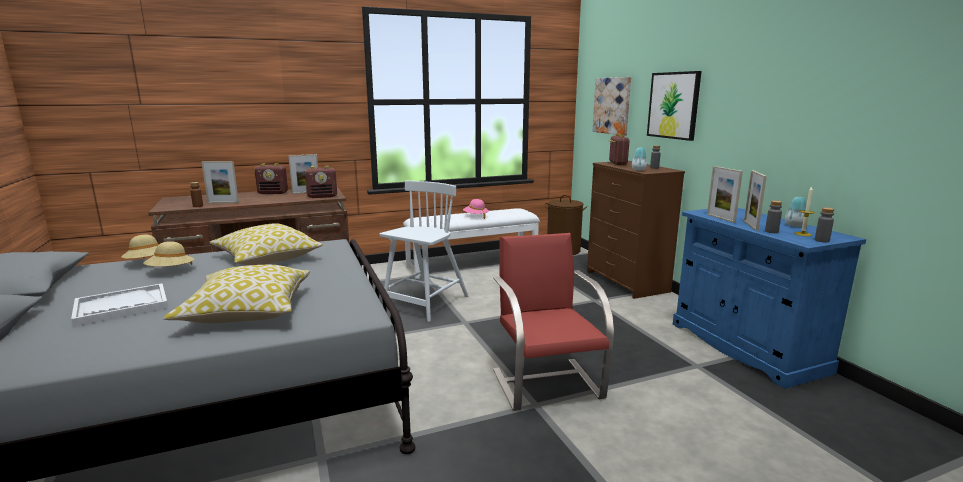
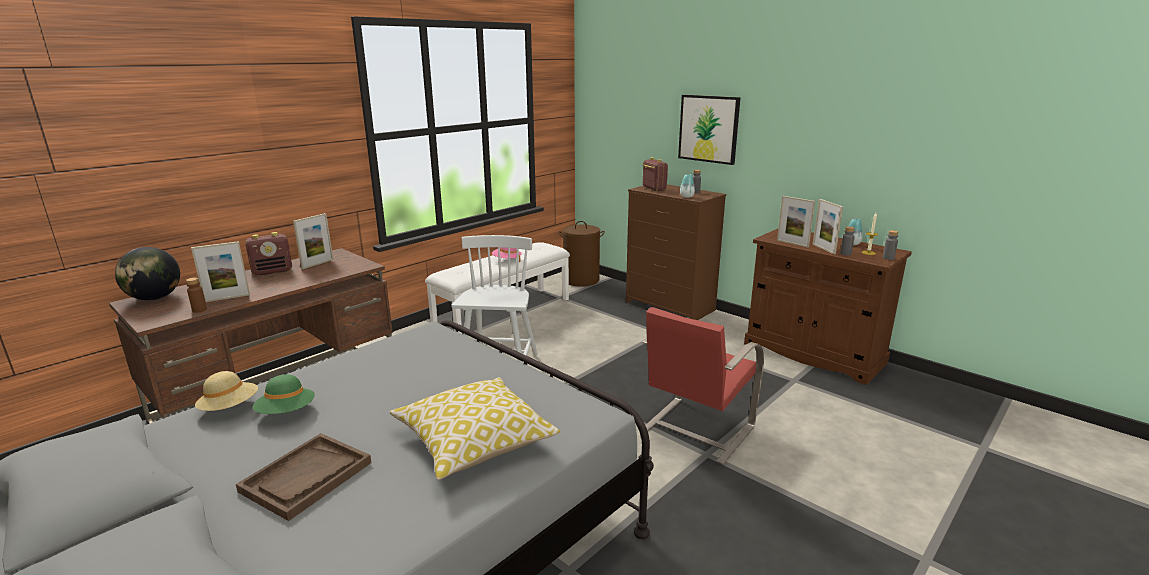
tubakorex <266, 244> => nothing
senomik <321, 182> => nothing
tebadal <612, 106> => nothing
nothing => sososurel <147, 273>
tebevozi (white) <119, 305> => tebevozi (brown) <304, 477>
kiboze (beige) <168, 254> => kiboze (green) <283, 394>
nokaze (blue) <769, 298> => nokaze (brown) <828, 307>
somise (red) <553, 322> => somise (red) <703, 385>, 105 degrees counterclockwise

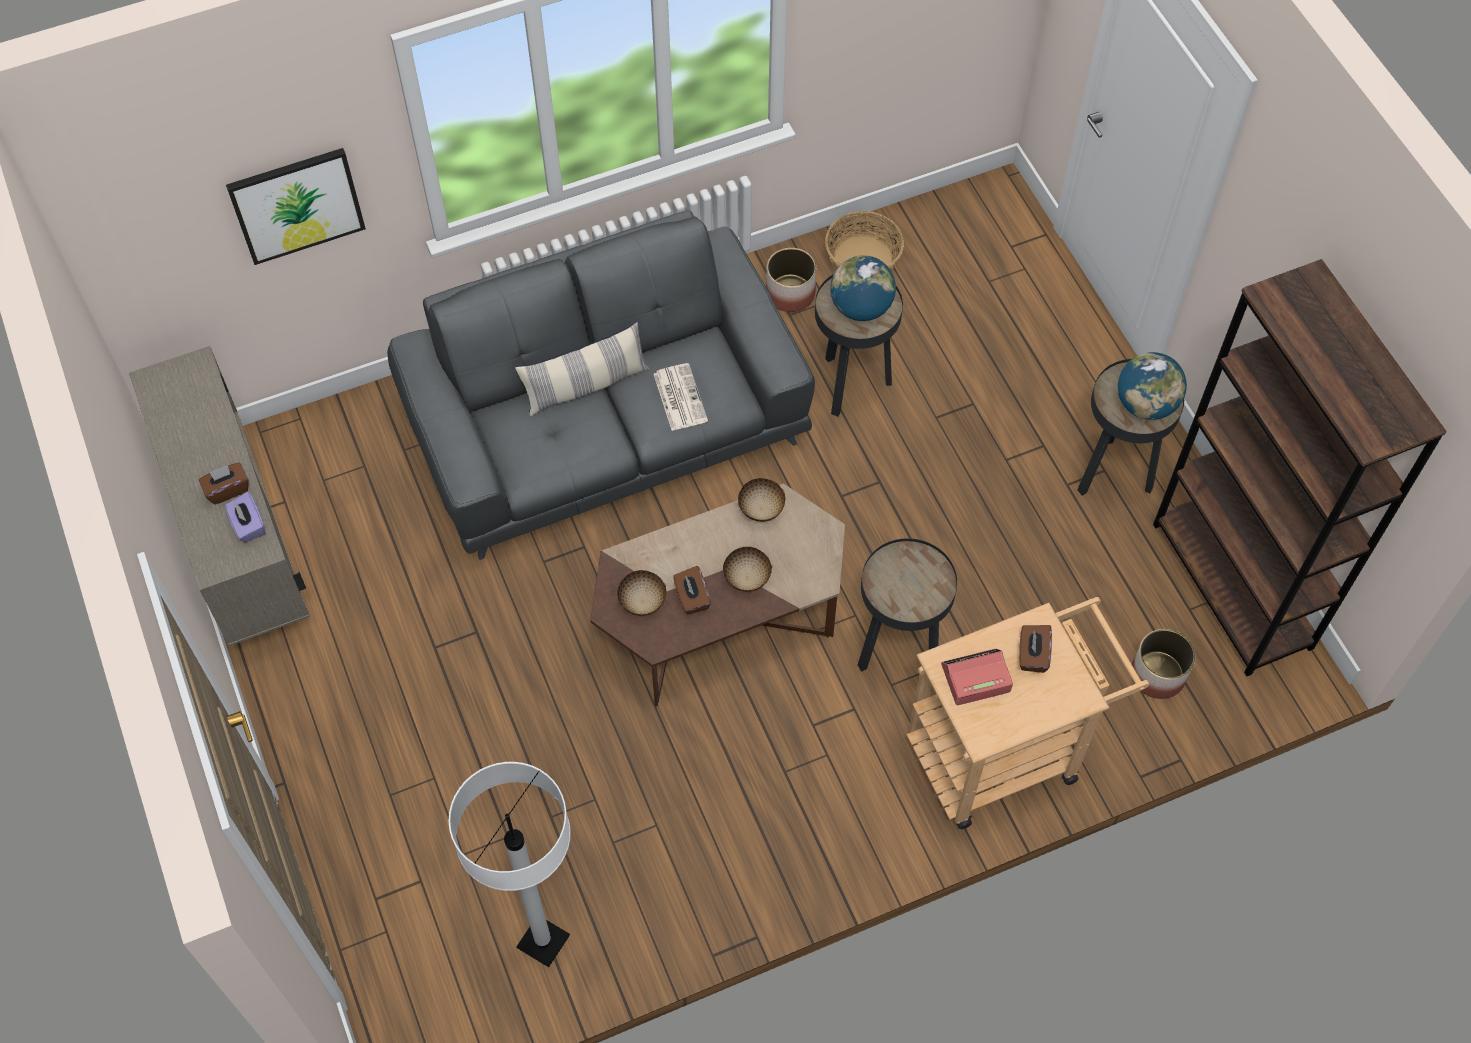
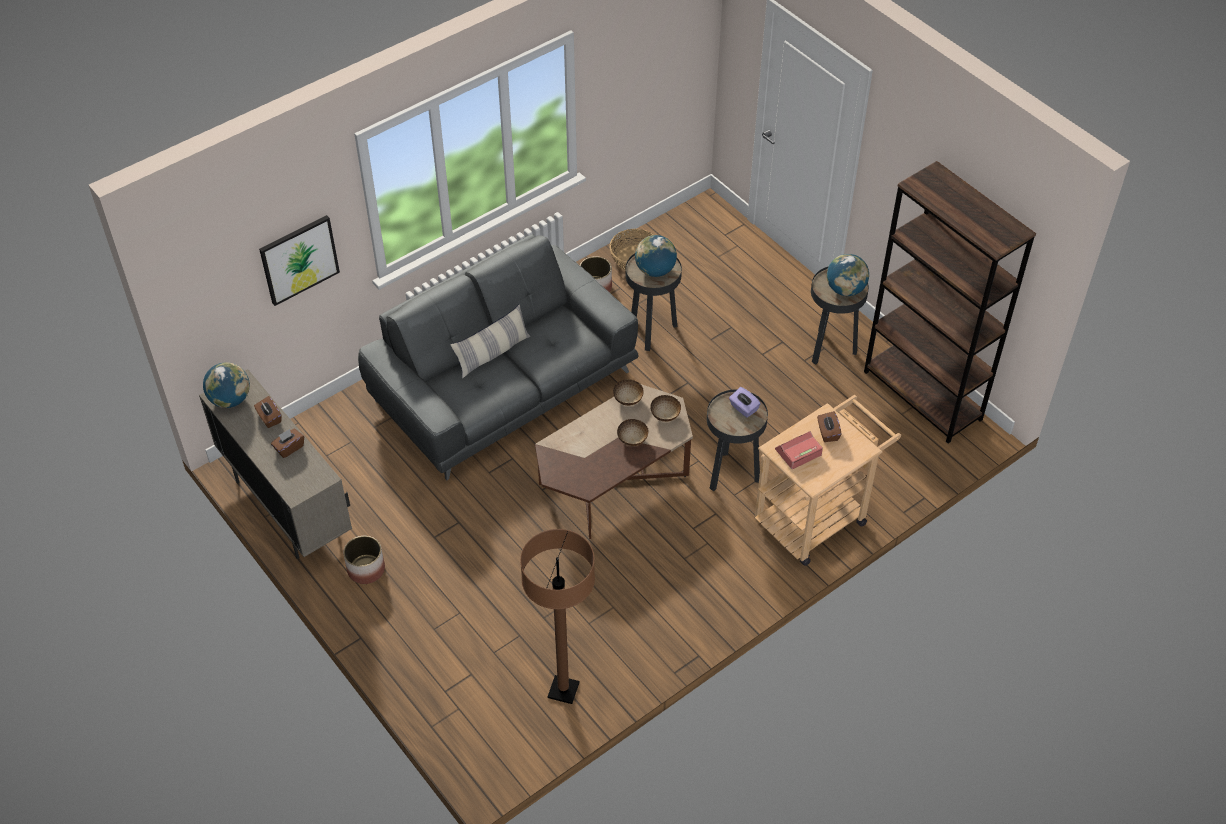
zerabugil <681, 397> => nothing
nothing => sososurel <226, 385>
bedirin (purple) <245, 517> => bedirin (purple) <745, 402>, moved
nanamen <641, 593> => nanamen <666, 408>, moved
bedirin (brown) <692, 590> => bedirin (brown) <268, 412>, moved
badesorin <1163, 664> => badesorin <364, 560>, moved
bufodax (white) <509, 864> => bufodax (brown) <557, 616>

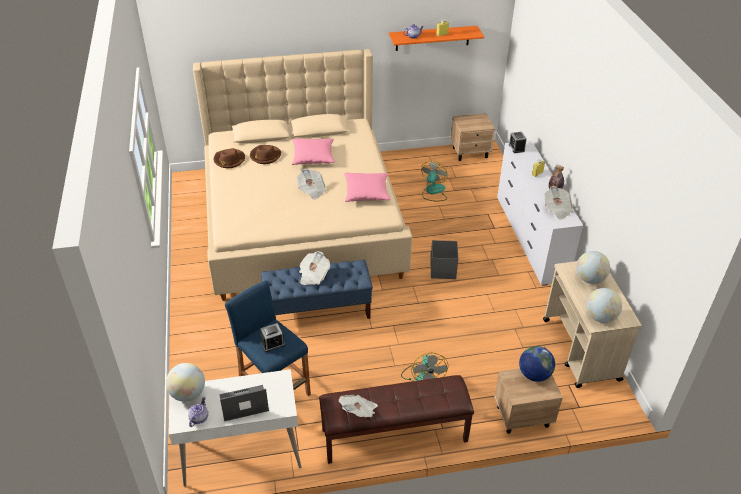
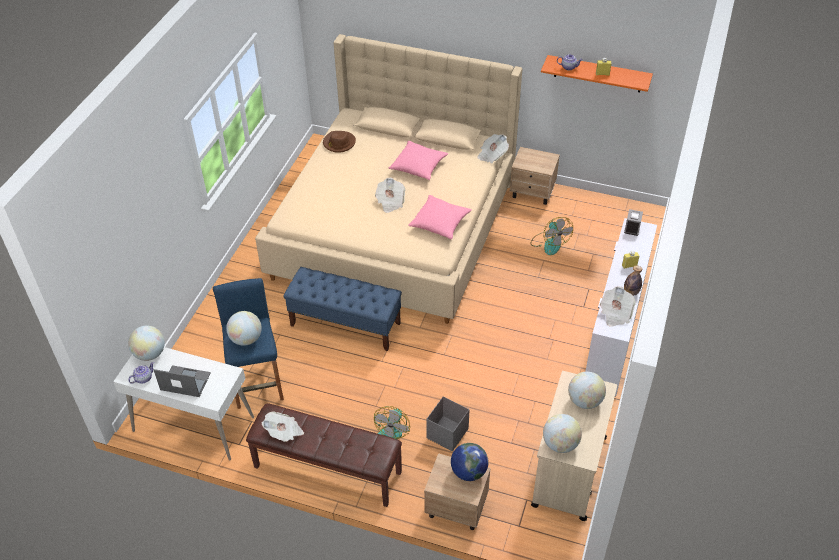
kiboze (brown) <265, 154> => nothing
zerabugil <314, 268> => zerabugil <493, 148>, moved
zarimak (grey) <444, 259> => zarimak (grey) <447, 424>, moved
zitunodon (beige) <473, 137> => zitunodon (beige) <535, 176>, moved
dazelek <272, 337> => sososurel <244, 328>
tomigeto <434, 181> => tomigeto <551, 236>, 105 degrees clockwise

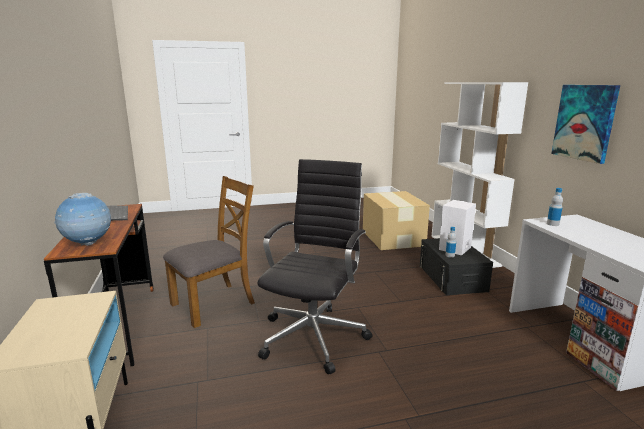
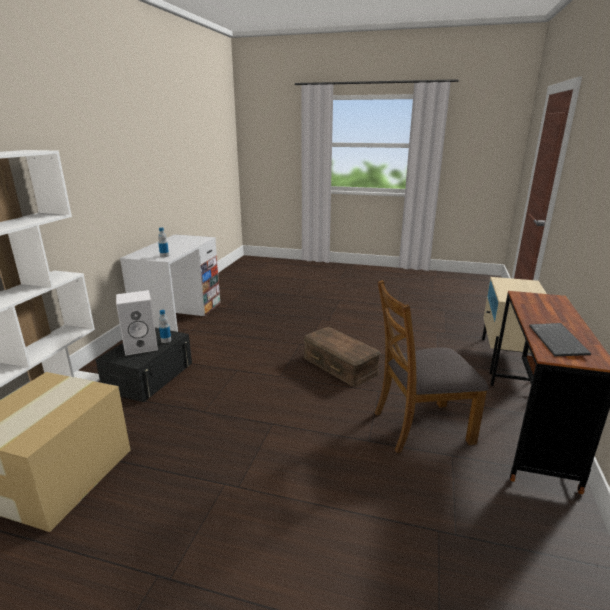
sososurel <82, 219> => nothing
tebadal <585, 124> => nothing
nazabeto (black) <315, 266> => zarimak (brown) <342, 357>

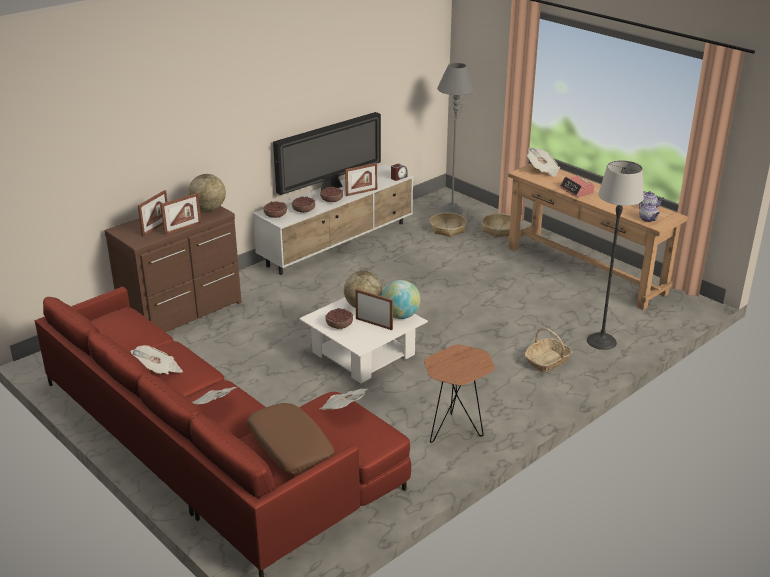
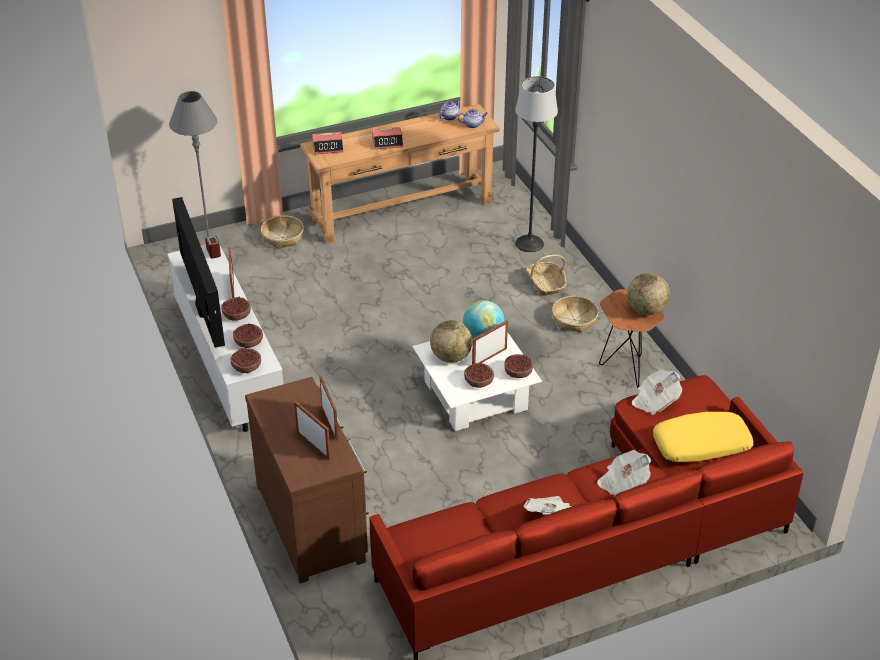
nothing => nanamen <518, 366>
sososurel <207, 192> => sososurel <648, 294>, moved
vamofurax <448, 225> => vamofurax <575, 314>, moved
zerabugil <543, 162> => dazelek <328, 143>
tubakorex (brown) <291, 439> => tubakorex (yellow) <703, 437>

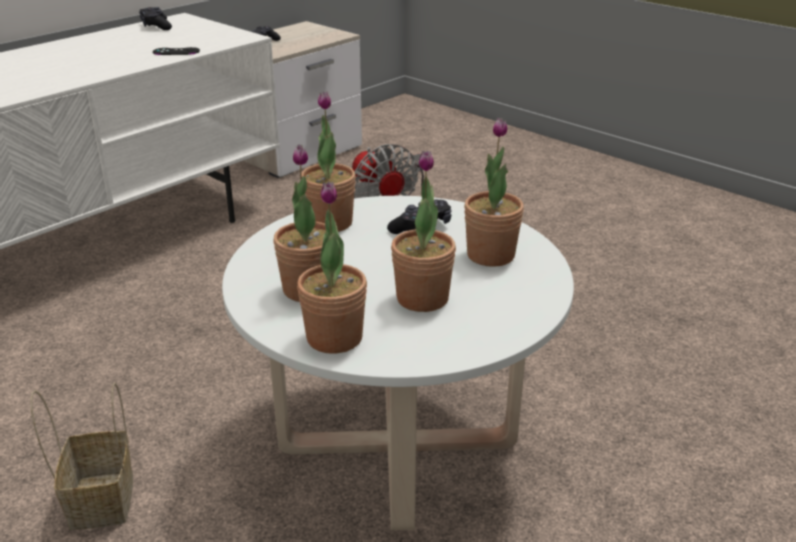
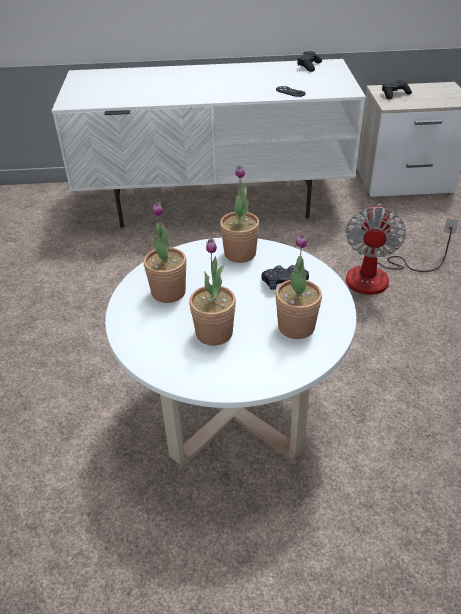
vamofurax <81, 456> => nothing
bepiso <332, 268> => nothing

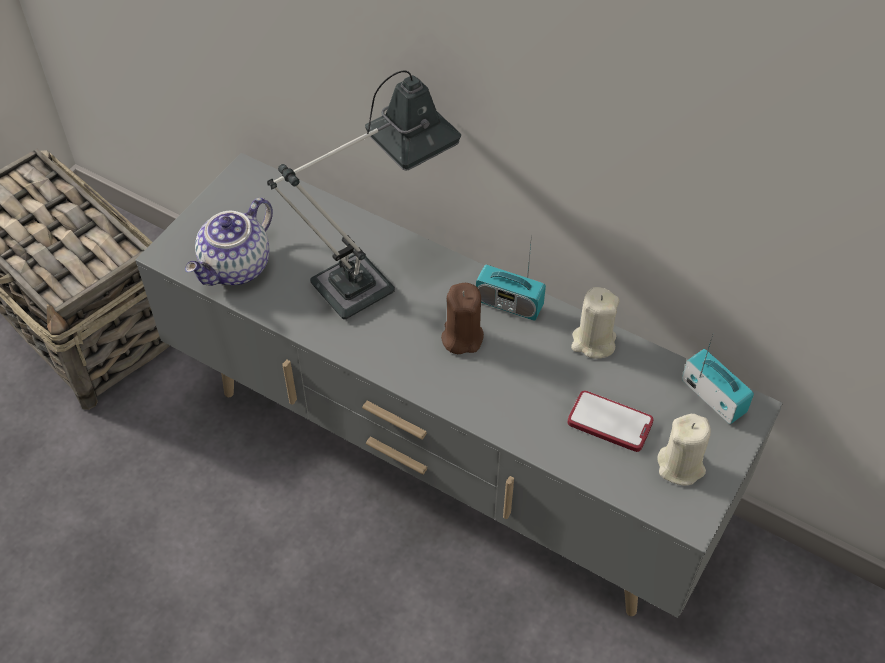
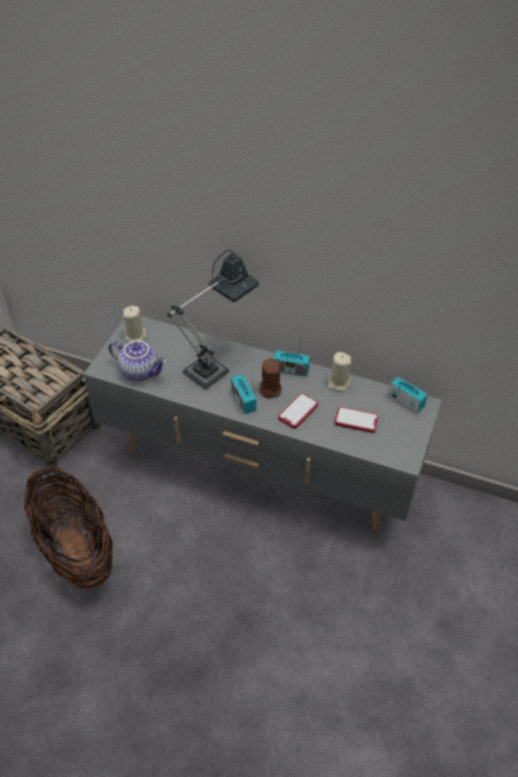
nothing => vamofurax <68, 528>
nothing => senomik <243, 390>
nothing => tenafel <298, 411>
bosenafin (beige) <684, 449> => bosenafin (beige) <135, 324>, moved
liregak <229, 242> => liregak <137, 361>, 90 degrees counterclockwise

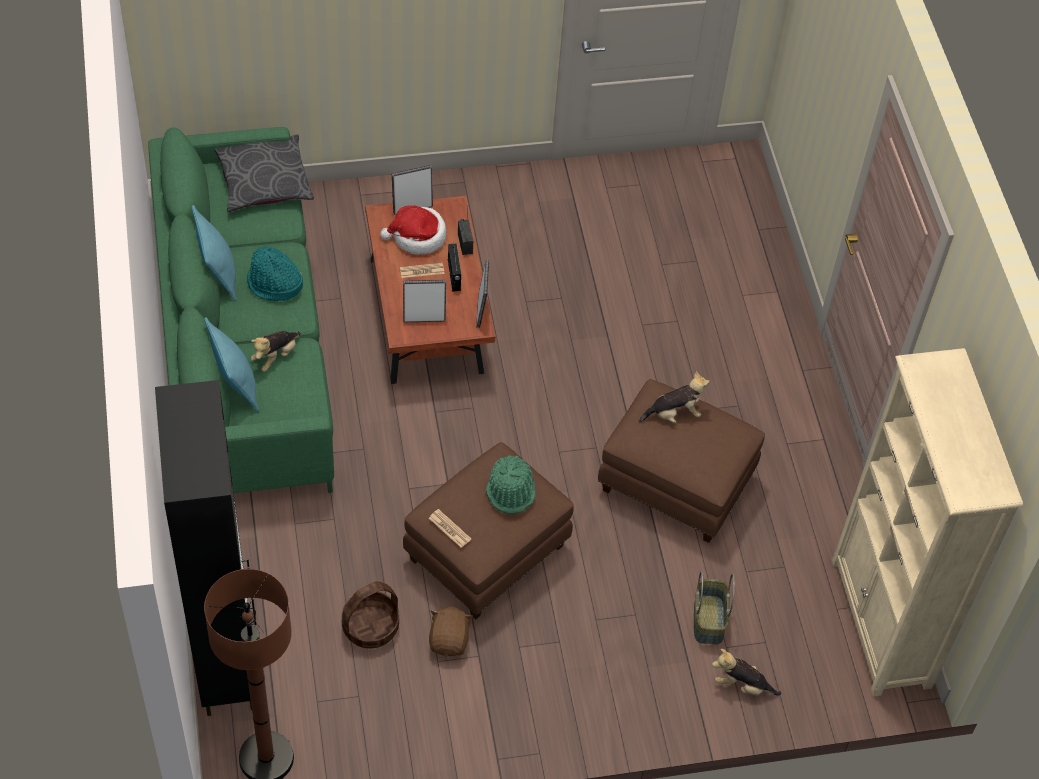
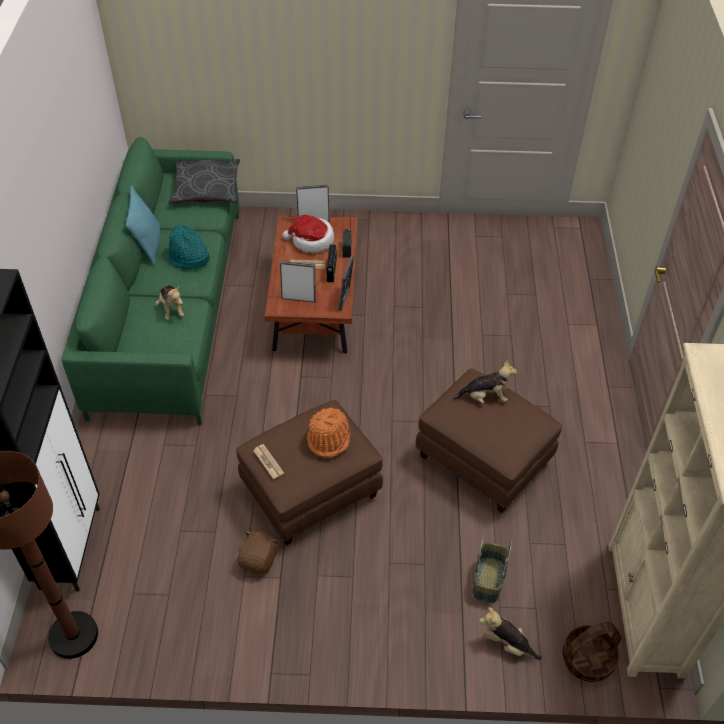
tubakorex (turquoise) <232, 364> => nothing
vamofurax <370, 615> => vamofurax <591, 651>, moved
kiboze (green) <511, 484> => kiboze (orange) <329, 432>
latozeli <276, 351> => latozeli <169, 302>, 75 degrees counterclockwise

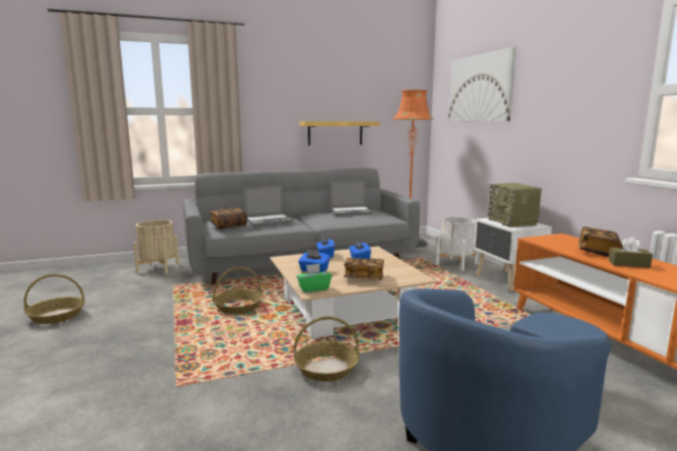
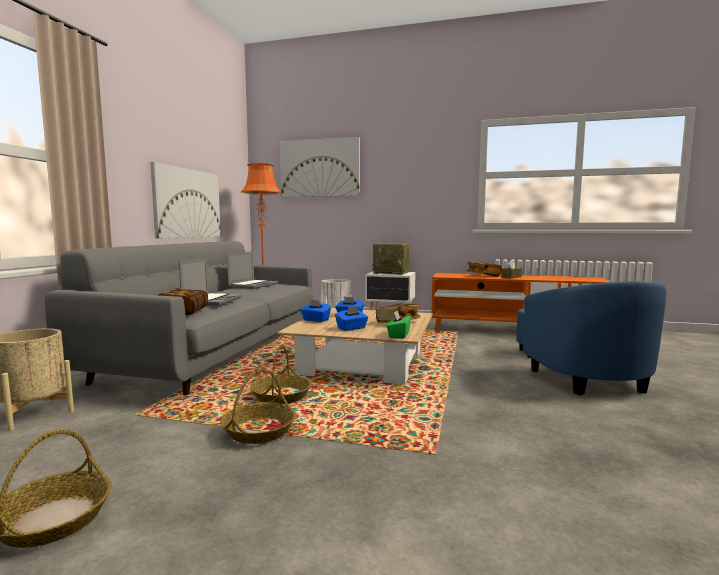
vamofurax <326, 349> => vamofurax <258, 406>, moved
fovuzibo <339, 134> => tebadal <185, 200>

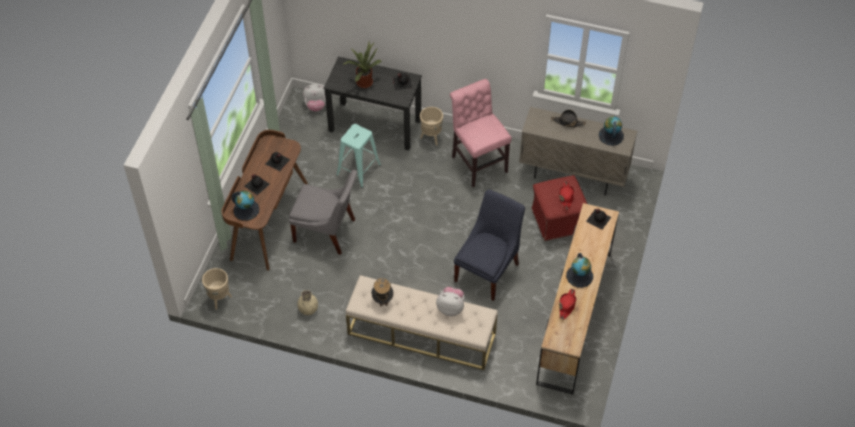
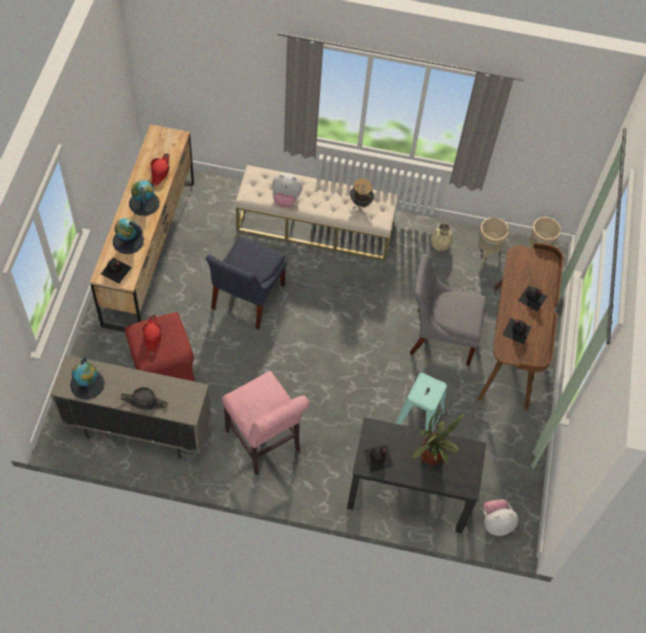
sososurel <245, 206> => sososurel <128, 236>, moved
badesorin (beige) <431, 126> => badesorin (beige) <493, 240>, moved

